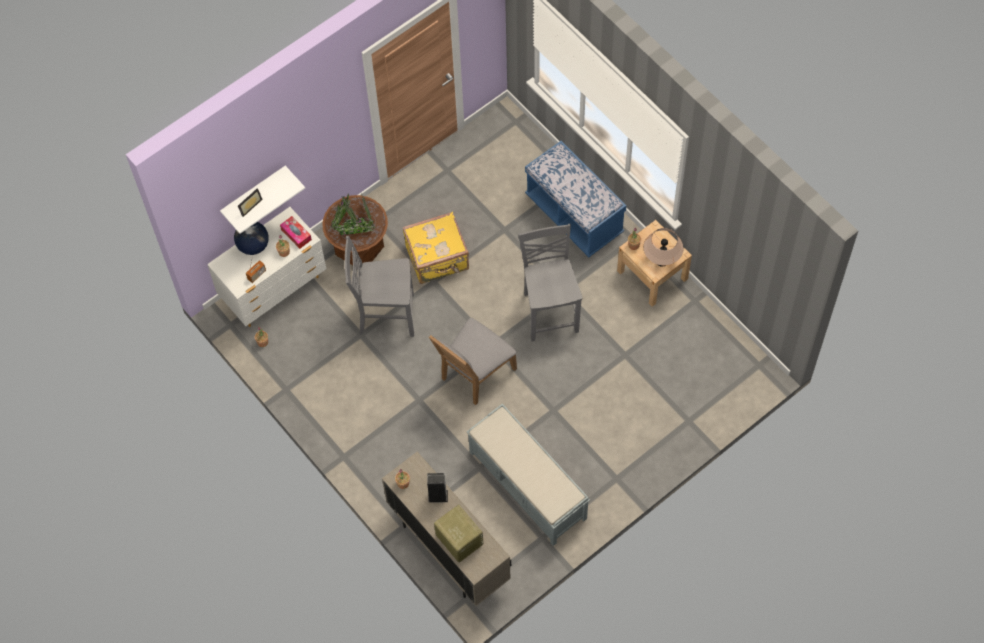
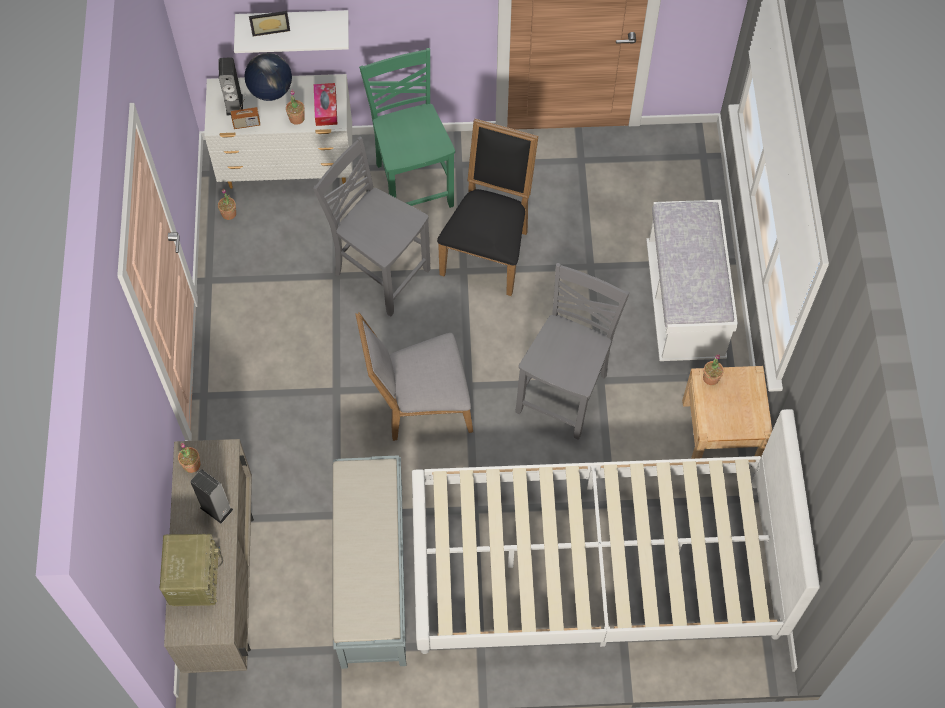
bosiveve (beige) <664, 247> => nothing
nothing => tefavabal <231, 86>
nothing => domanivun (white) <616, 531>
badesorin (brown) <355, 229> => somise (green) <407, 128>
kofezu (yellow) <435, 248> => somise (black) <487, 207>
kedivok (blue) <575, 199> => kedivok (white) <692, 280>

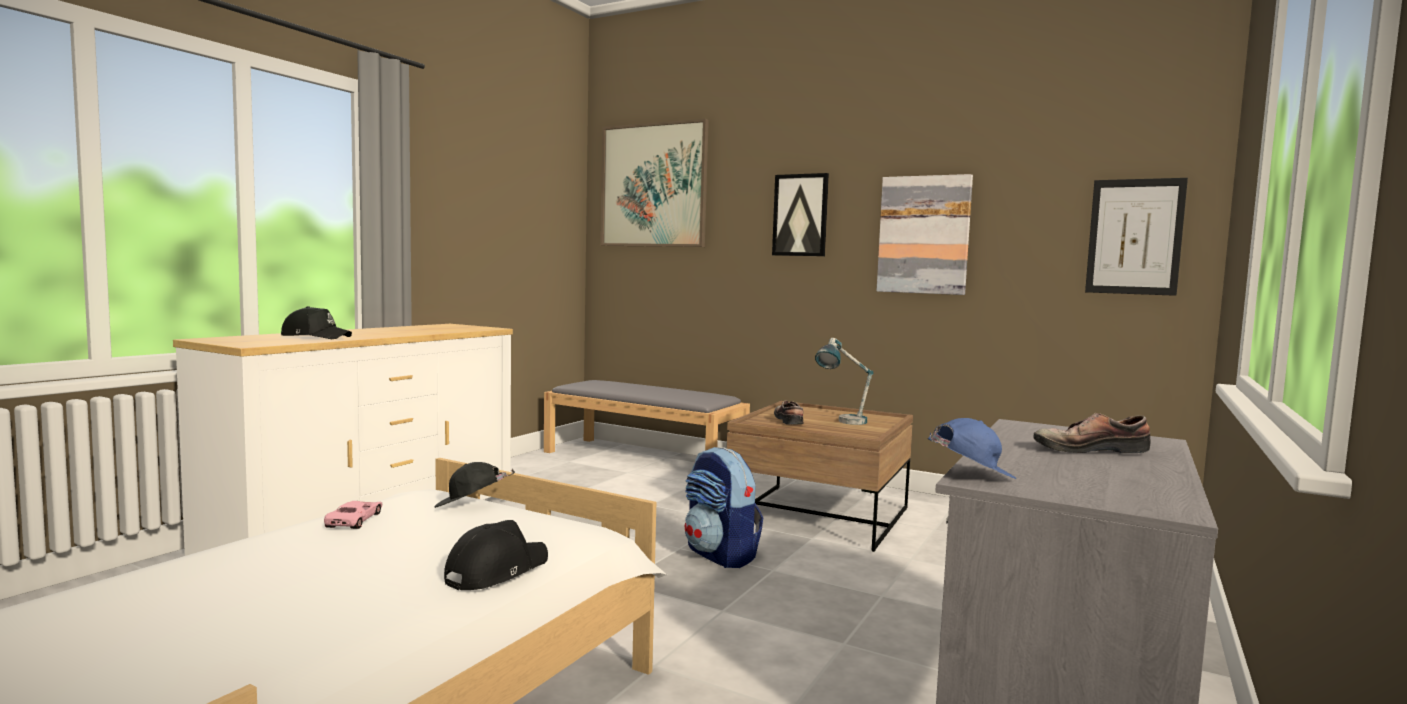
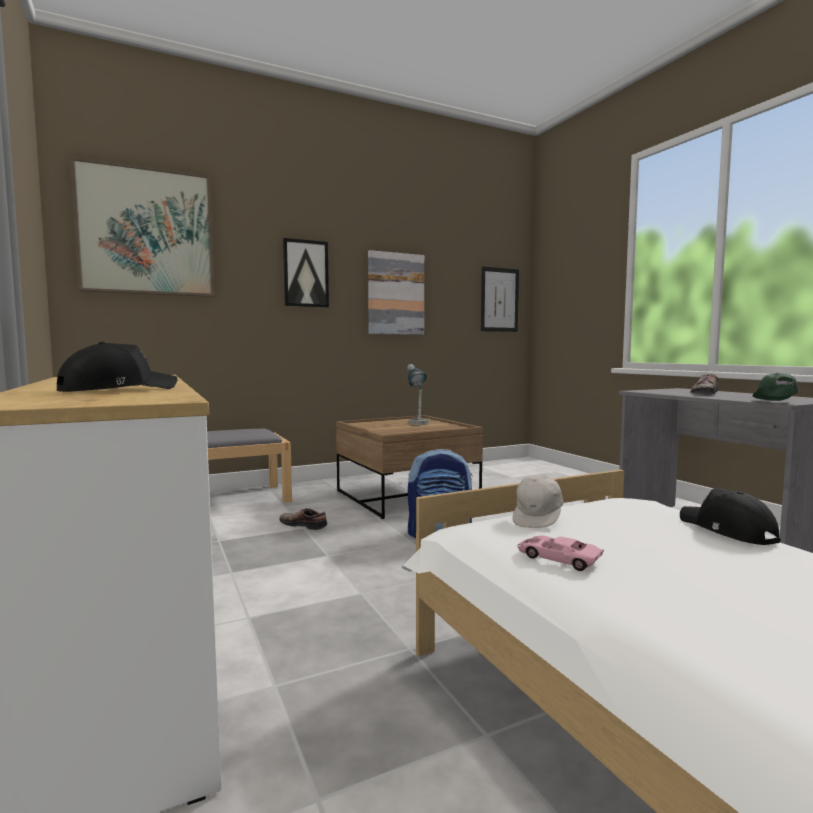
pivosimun <789, 412> => pivosimun <303, 519>, moved
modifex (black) <474, 485> => modifex (white) <538, 501>
modifex (blue) <972, 448> => modifex (green) <775, 387>

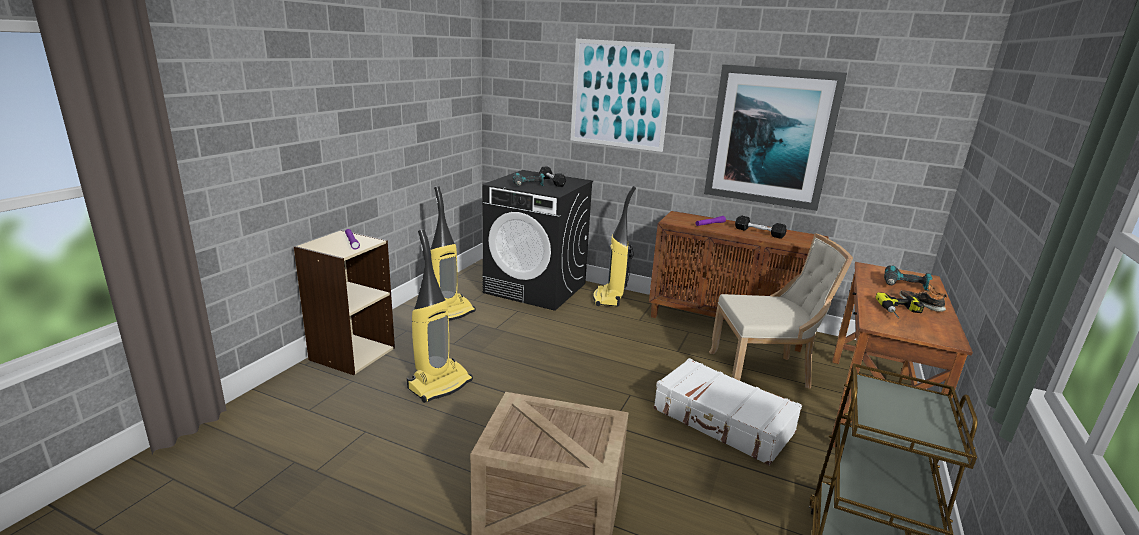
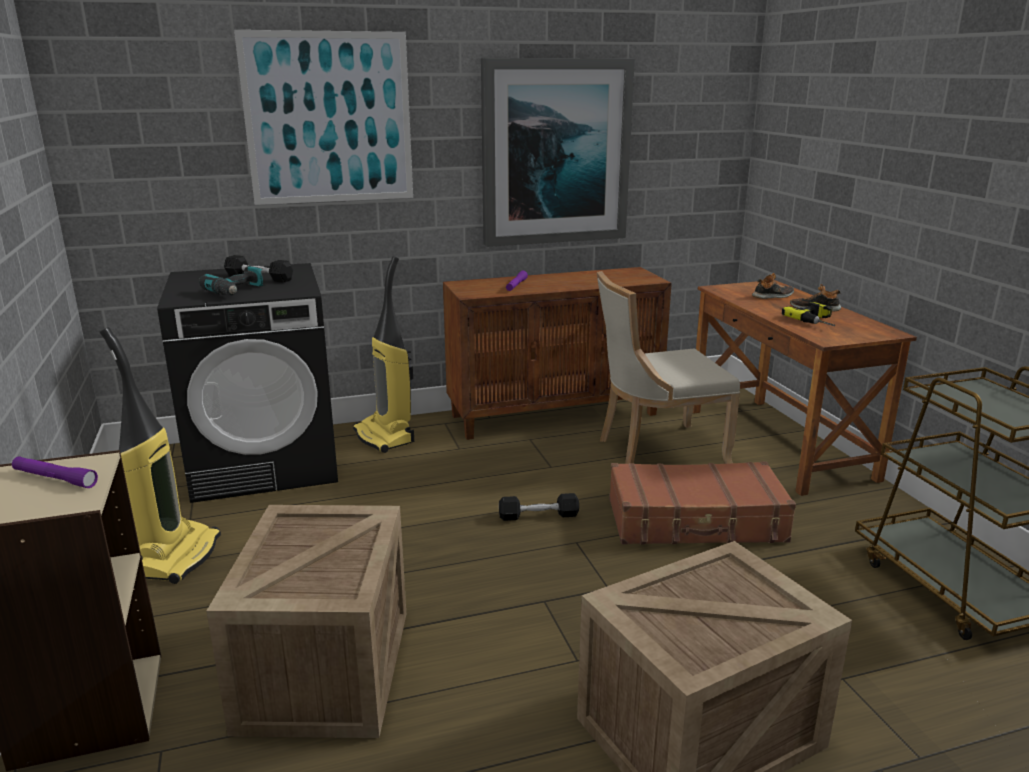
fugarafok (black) <761, 227> => fugarafok (black) <539, 507>, moved
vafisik <440, 316> => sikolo <306, 621>
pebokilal <908, 278> => pivosimun <773, 286>
kofezu (white) <728, 411> => kofezu (brown) <702, 503>
somise (beige) <781, 311> => somise (beige) <668, 367>, 150 degrees counterclockwise

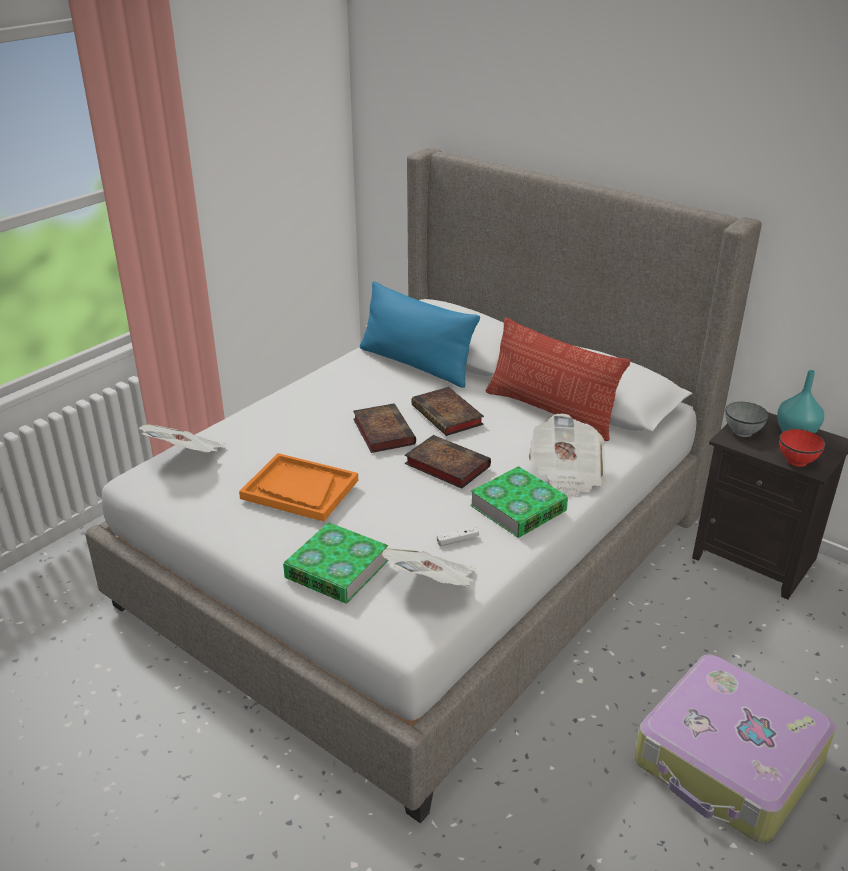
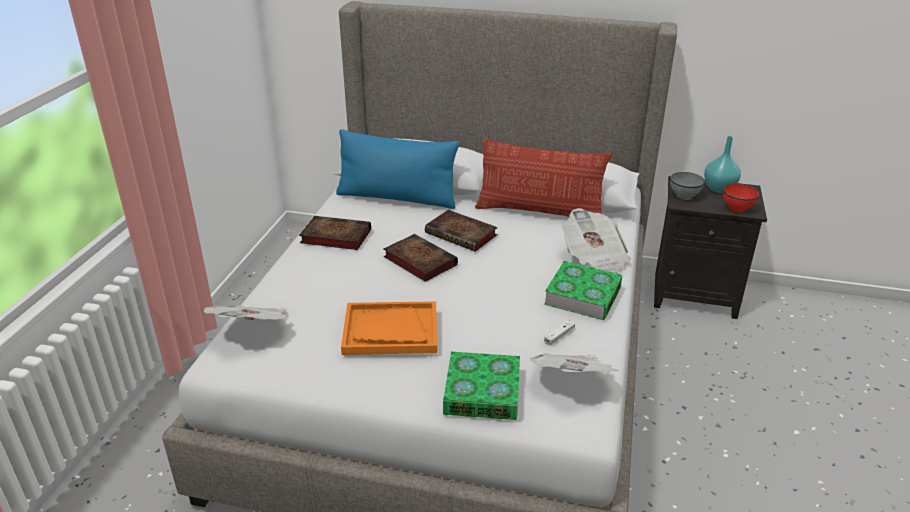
kofezu <735, 748> => nothing
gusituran <448, 462> => gusituran <335, 233>, moved

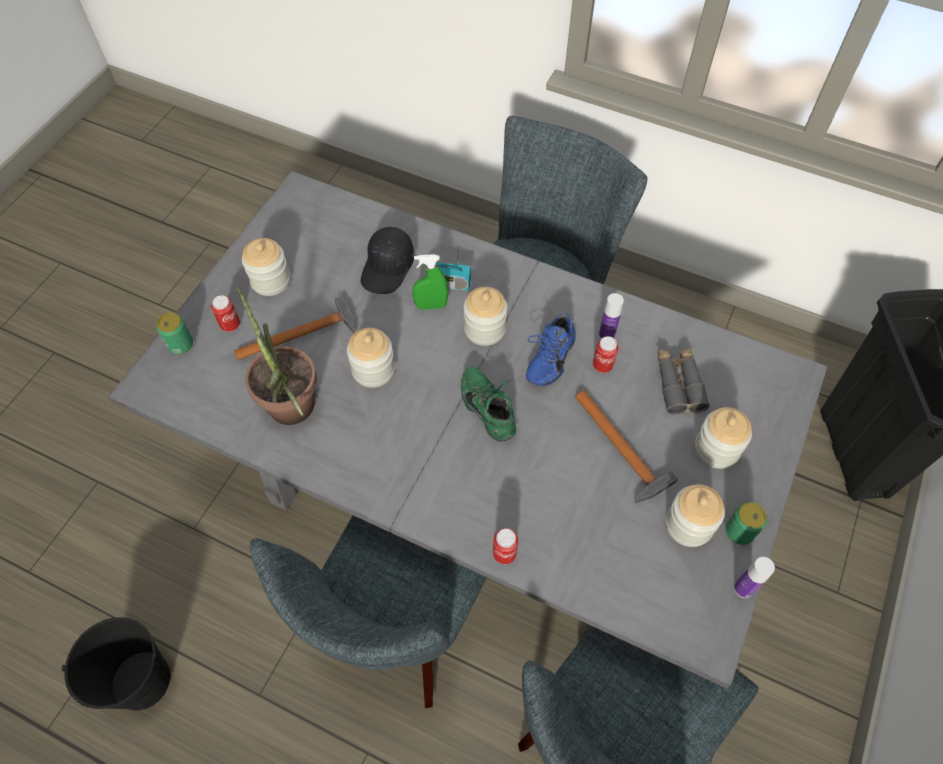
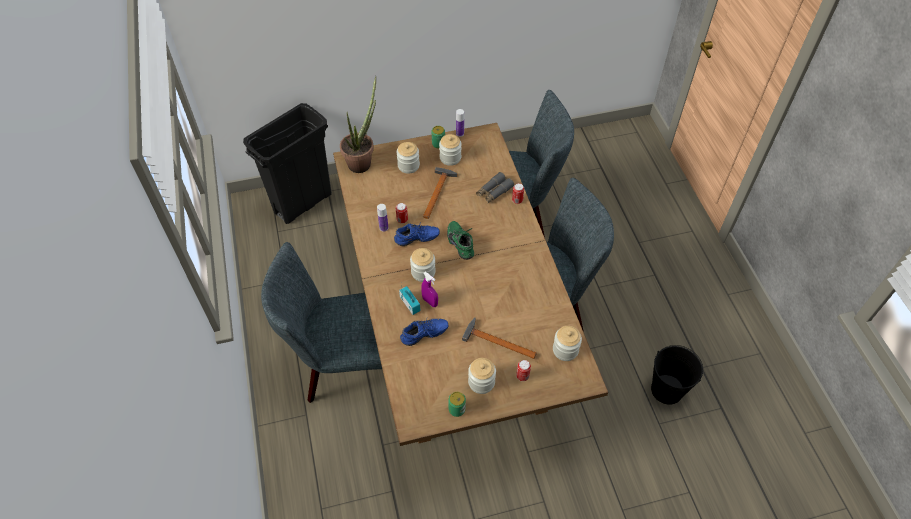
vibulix <174, 334> => vibulix <457, 404>, moved
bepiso <277, 356> => bepiso <358, 124>, moved
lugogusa <371, 358> => lugogusa <567, 343>, moved
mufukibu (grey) <684, 381> => mufukibu (grey) <495, 187>, moved
modifex (black) <387, 260> => pivosimun (blue) <424, 332>
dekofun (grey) <467, 429> => dekofun (brown) <470, 284>
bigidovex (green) <430, 282> => bigidovex (purple) <429, 289>
pivosimun (green) <488, 404> => pivosimun (green) <460, 240>, 135 degrees clockwise

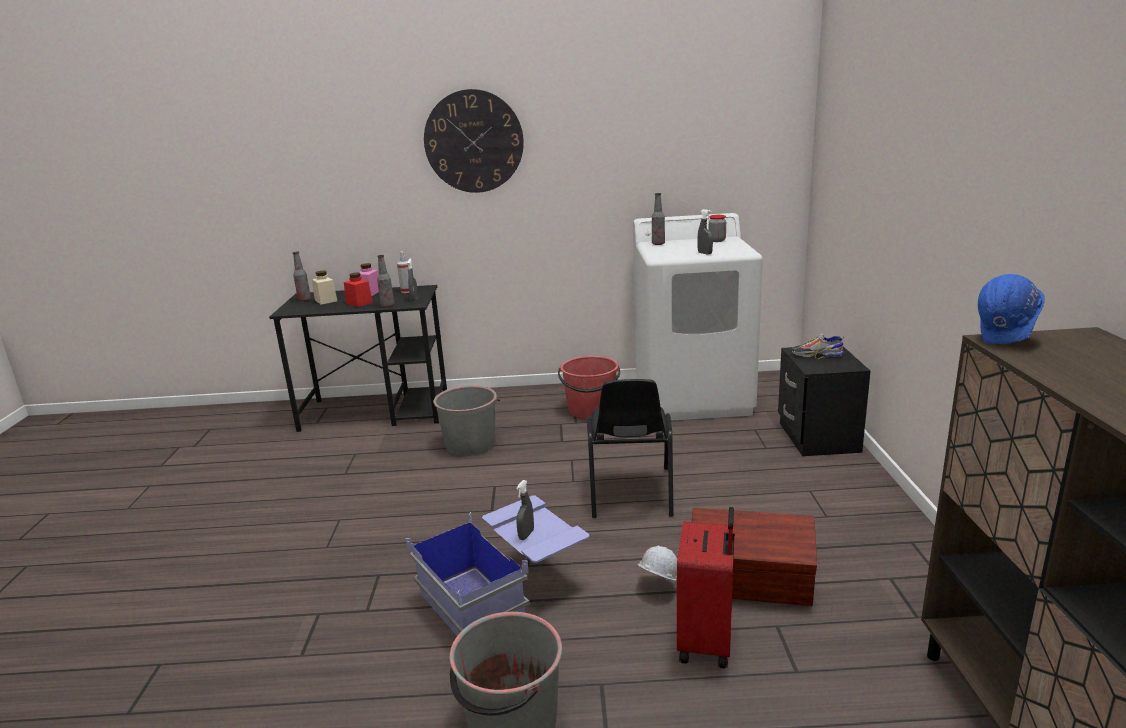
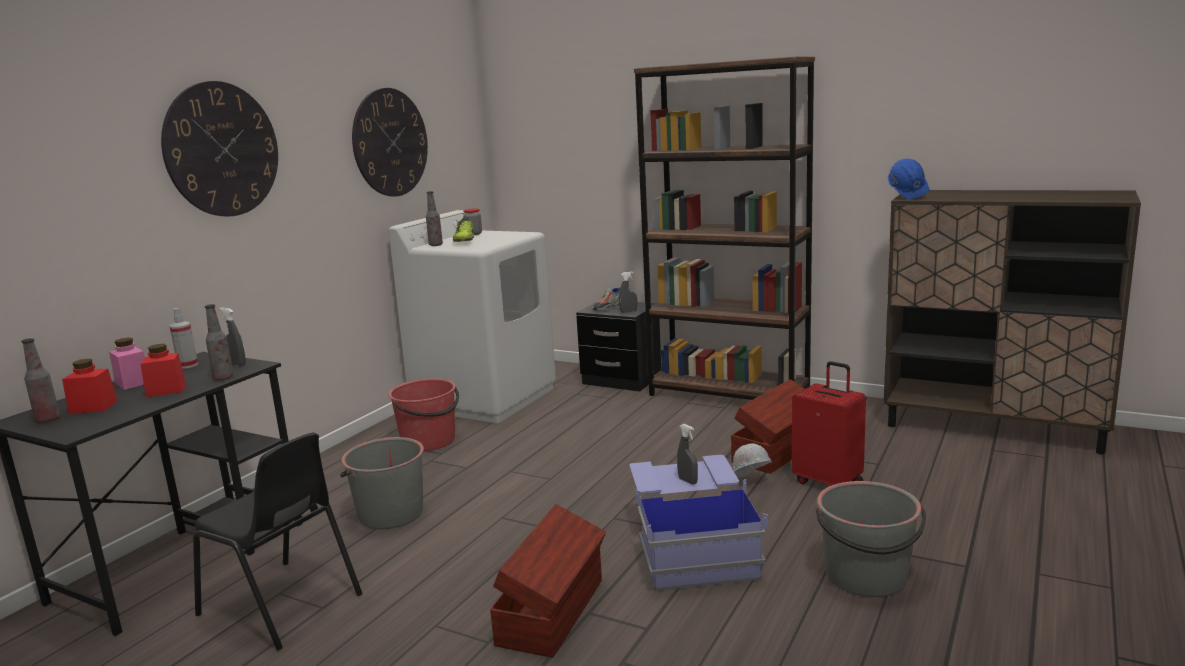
nothing => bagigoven <390, 142>
nothing => pivosimun <463, 230>
nothing => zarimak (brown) <548, 580>
nothing => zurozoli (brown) <724, 228>
somise (black) <630, 448> => somise (black) <277, 541>, moved
bigidovex (grey) <705, 232> => bigidovex (grey) <628, 292>, moved
lugogusa (beige) <324, 288> => lugogusa (red) <90, 386>

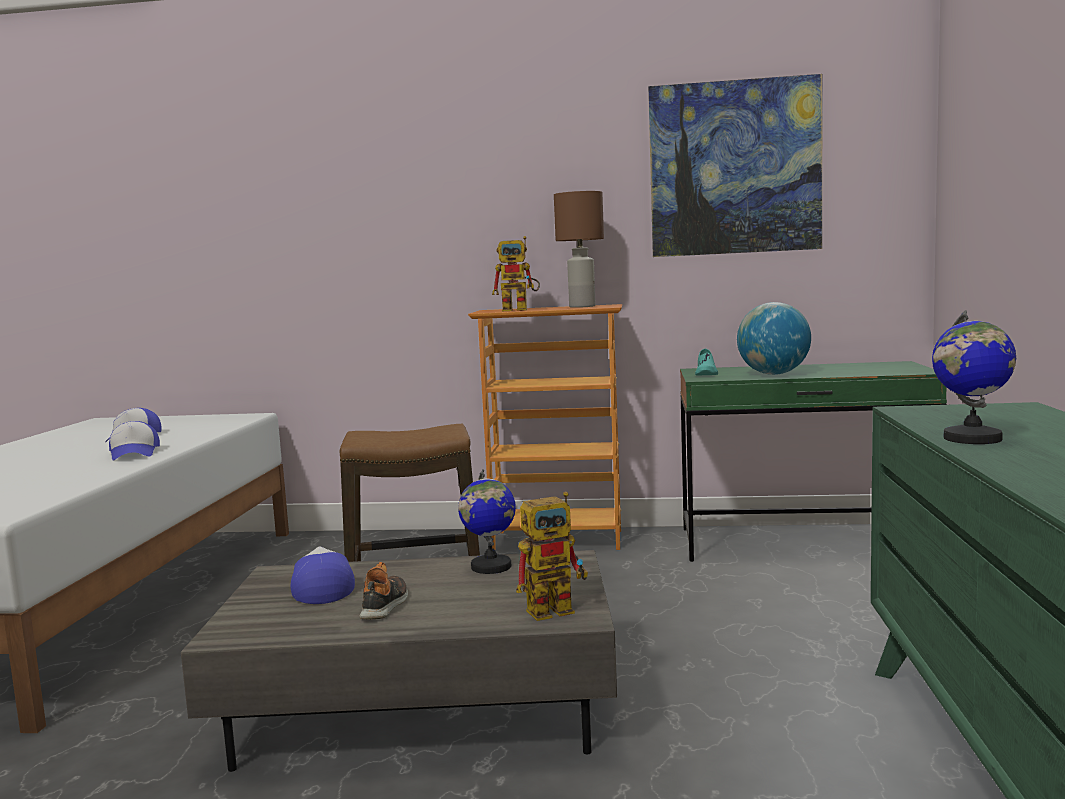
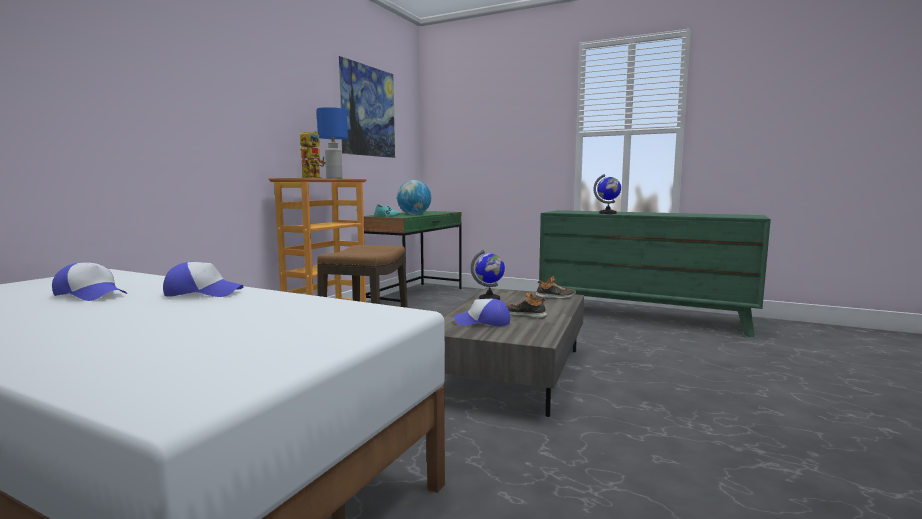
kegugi <552, 556> => pivosimun <555, 287>
bosiveve (brown) <579, 249> => bosiveve (blue) <332, 143>

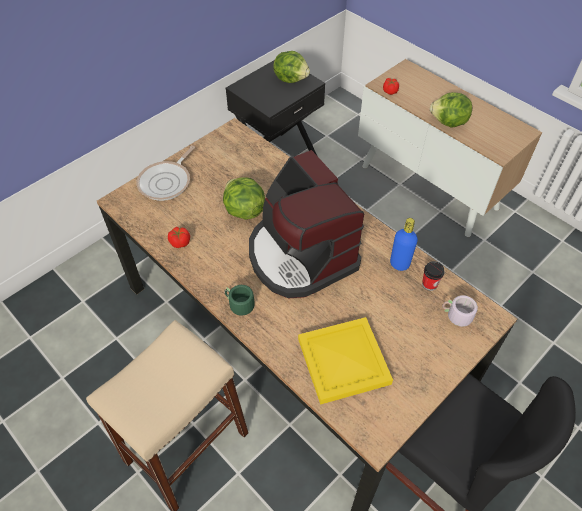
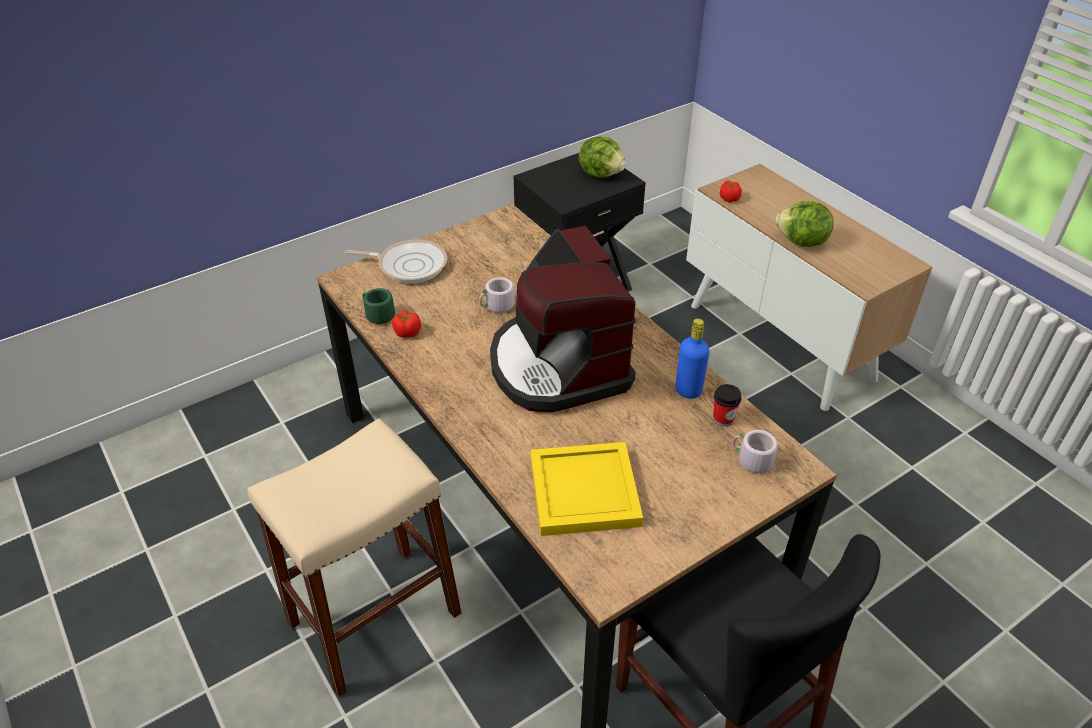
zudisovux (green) <240, 300> => zudisovux (green) <378, 306>, moved
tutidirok <244, 198> => zudisovux (grey) <497, 295>
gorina <165, 173> => gorina <396, 261>, 120 degrees counterclockwise

